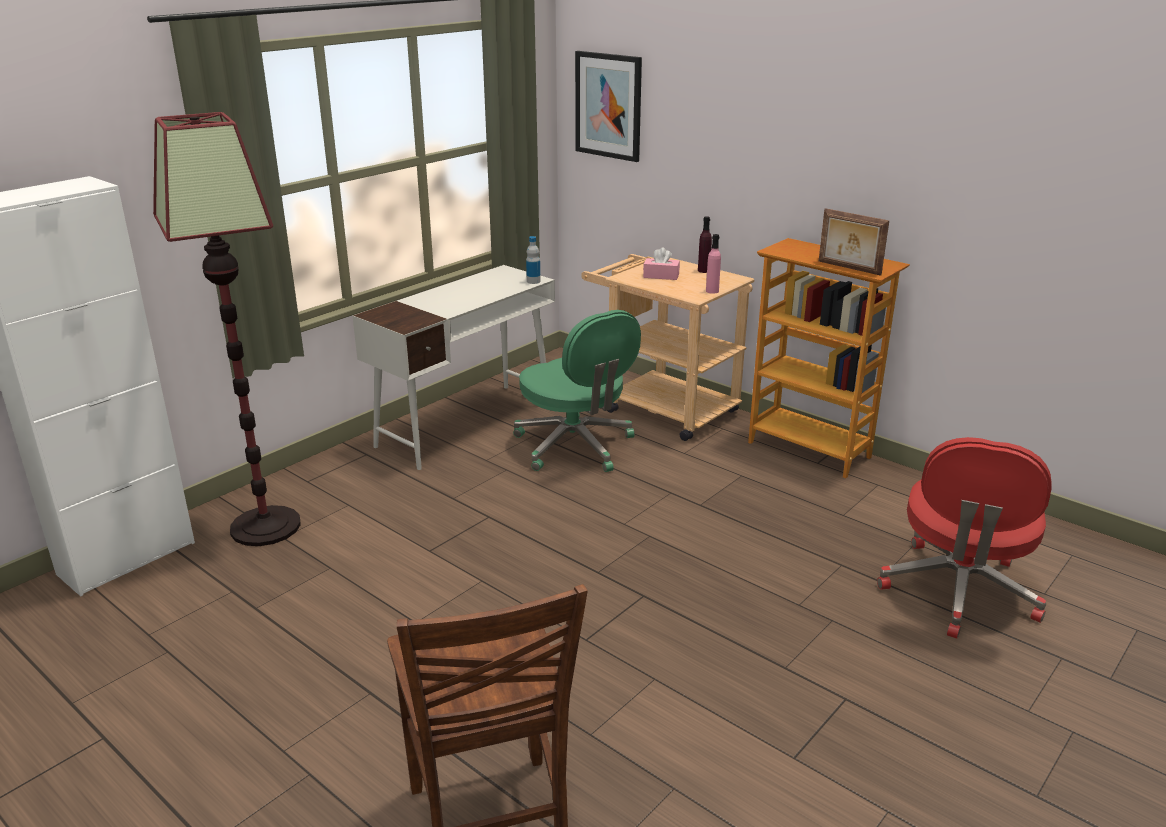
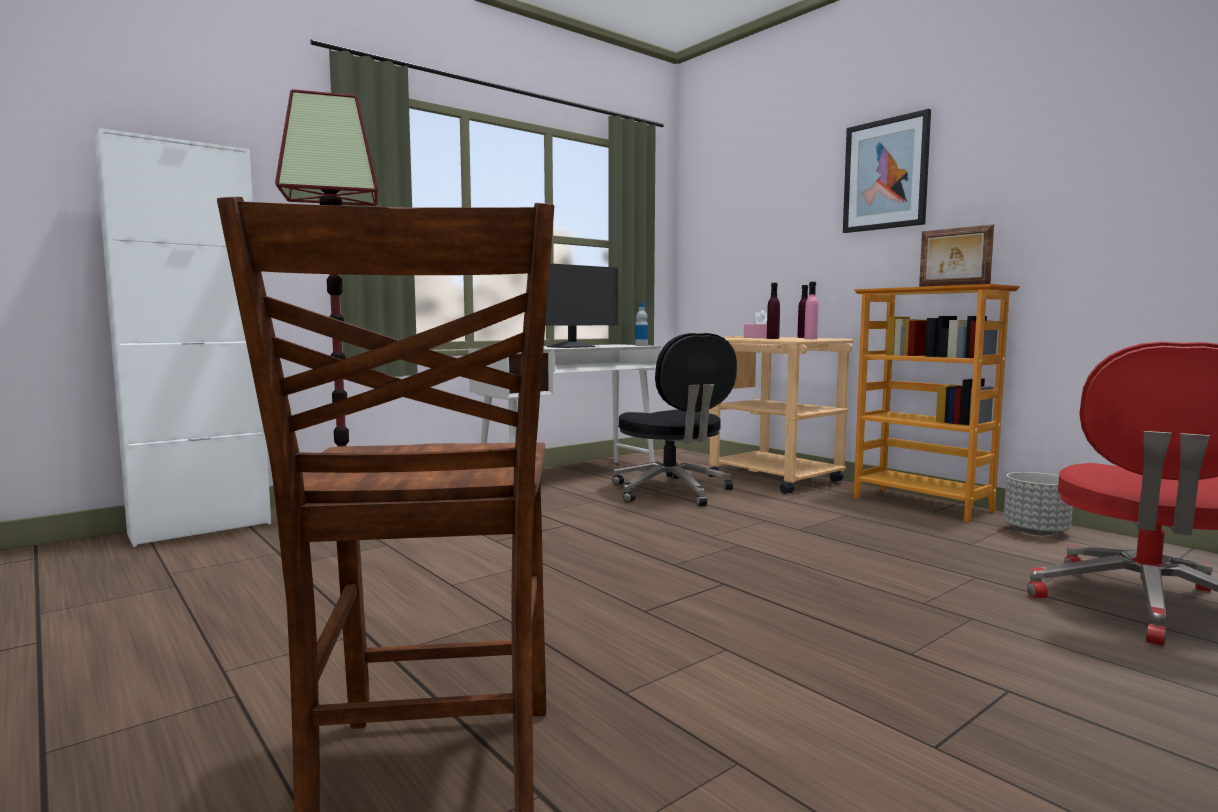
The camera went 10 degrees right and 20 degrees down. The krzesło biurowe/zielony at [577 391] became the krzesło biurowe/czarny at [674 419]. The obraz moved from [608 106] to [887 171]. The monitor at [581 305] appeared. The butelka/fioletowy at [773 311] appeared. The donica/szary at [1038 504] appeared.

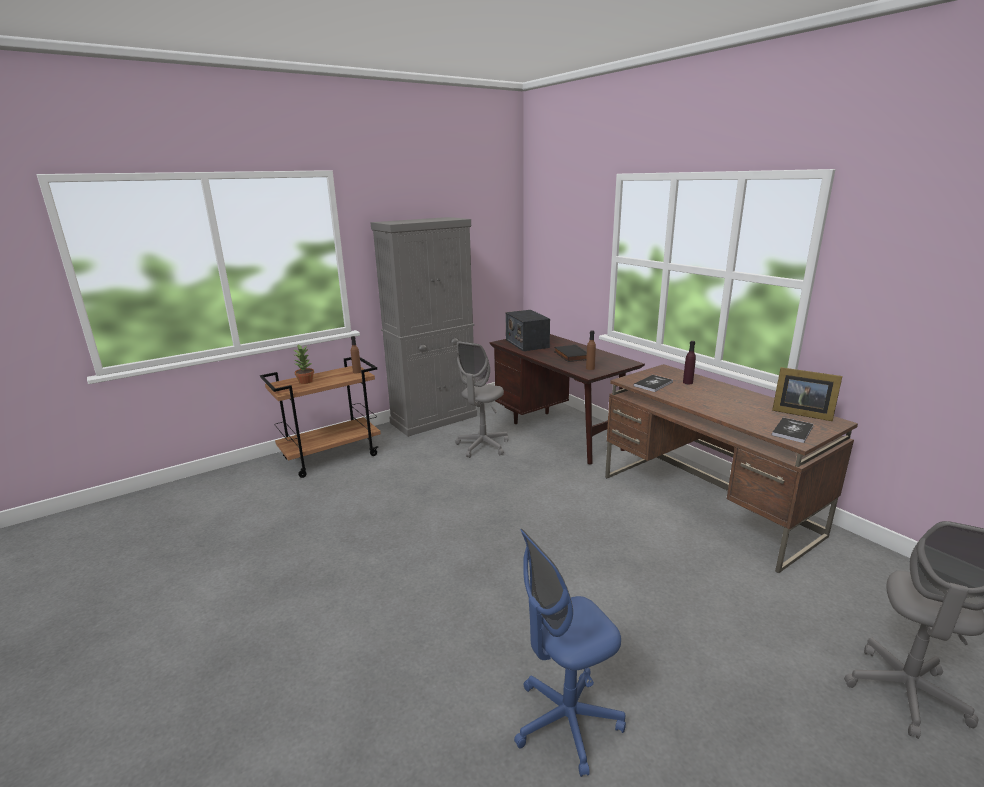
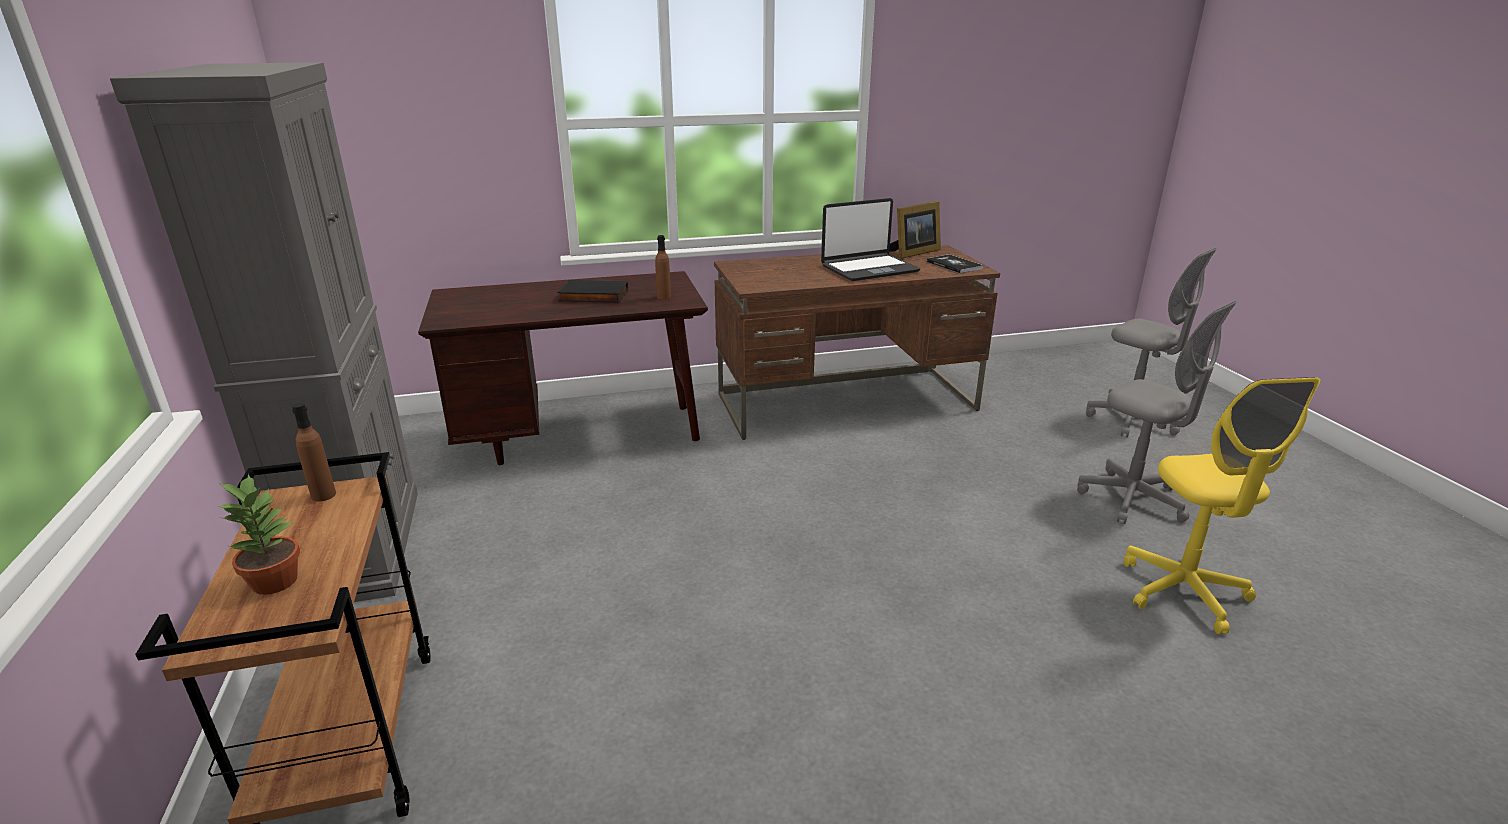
The camera went 70 degrees left and 5 degrees up. The krzesło biurowe/szary moved from [481 399] to [1157 412]. The radio at [528 330] disappeared. The krzesło biurowe/niebieski at [570 653] became the krzesło biurowe/żółty at [1222 505]. The książka at [653 383] disappeared. The butelka/fioletowy at [689 362] disappeared. The laptop at [870 239] appeared.

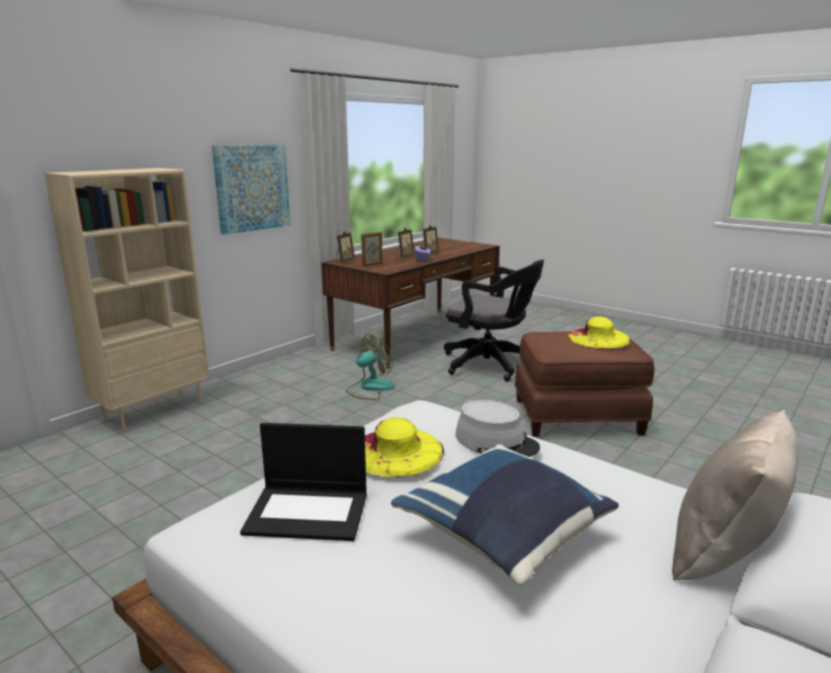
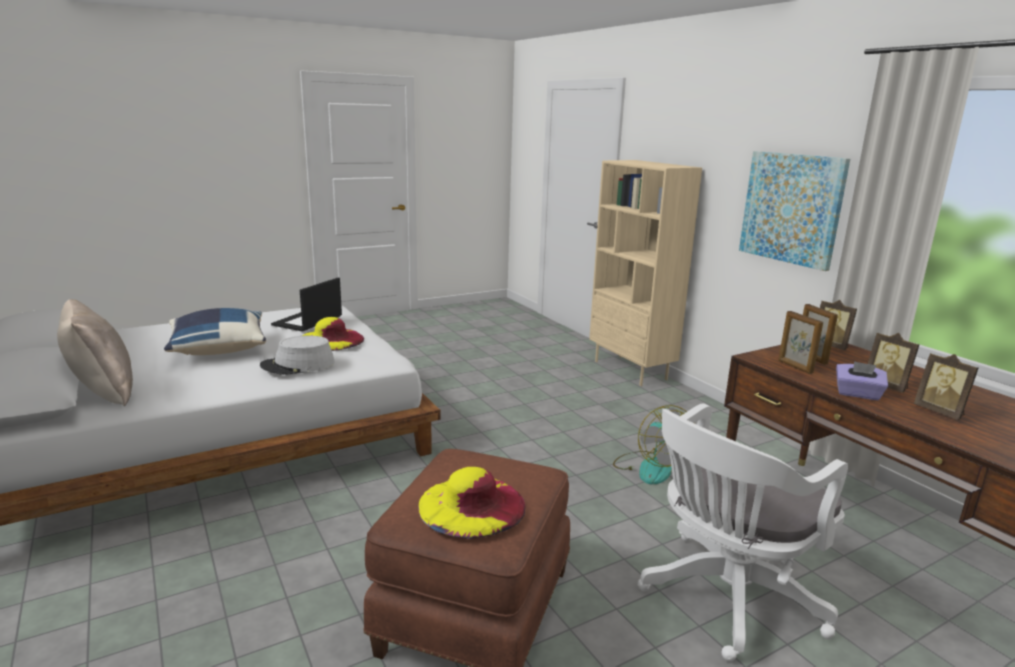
The camera went 110 degrees right and 0 degrees up. The krzesło biurowe/czarny at [494 321] became the krzesło biurowe/biały at [743 532]. The ramka na zdjęcie at [800 342] appeared.

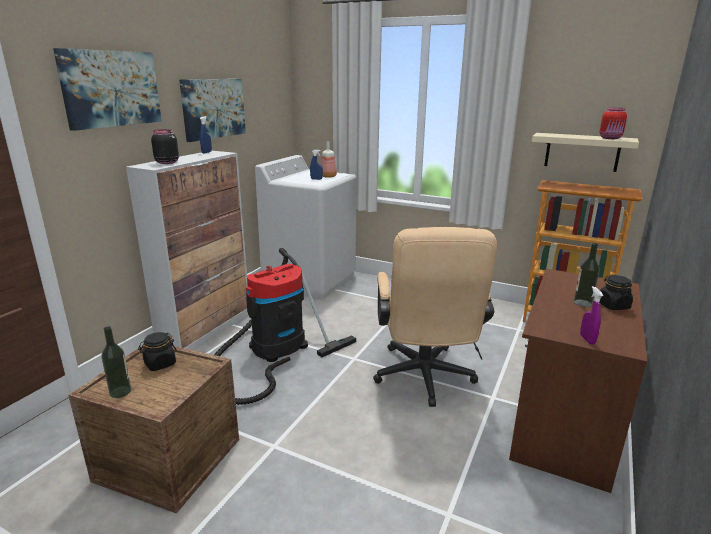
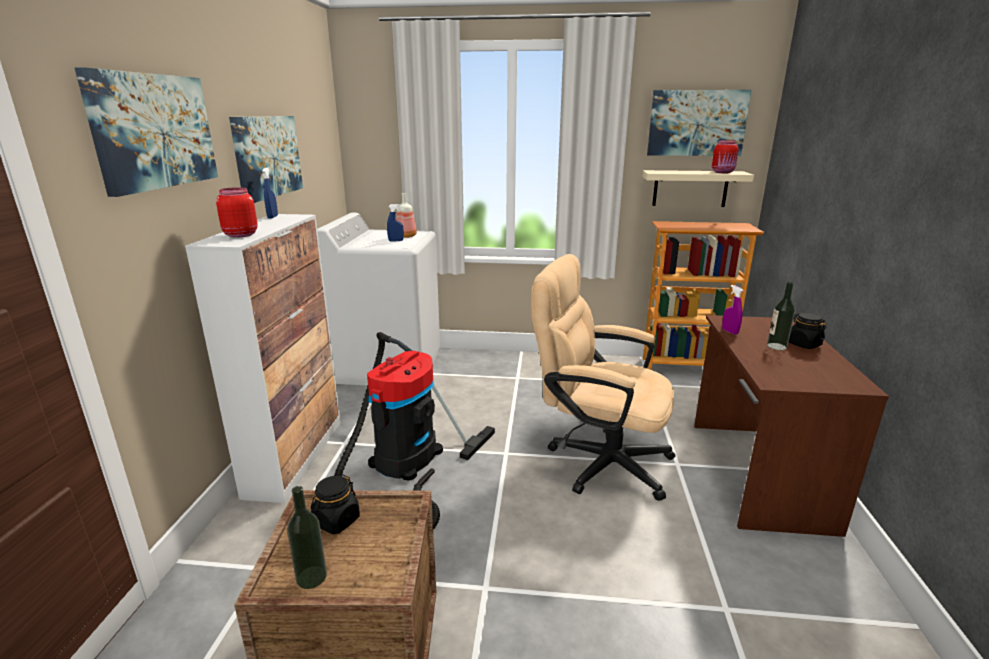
The camera went 20 degrees left and 0 degrees up. The słoik/czarny at [165 146] became the słoik/czerwony at [237 212]. The krzesło biurowe/beżowy at [435 317] turned 135 degrees clockwise. The spryskiwacz/fioletowy moved from [591 315] to [732 310]. The obraz at [699 123] appeared.

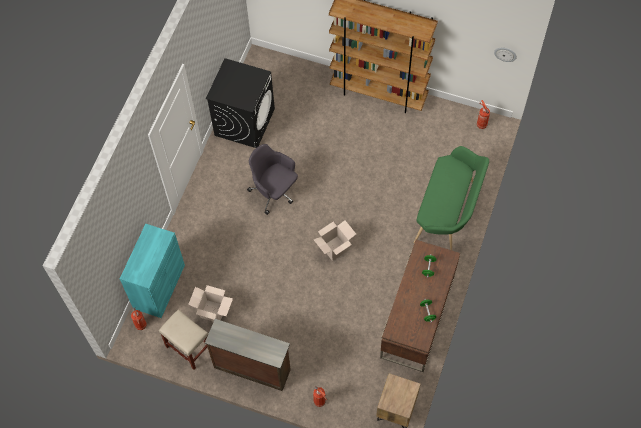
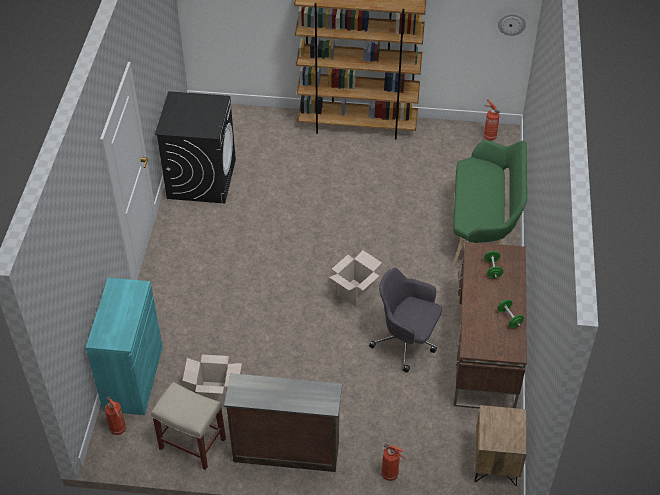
The camera went 15 degrees left and 15 degrees down. The krzesło biurowe/szary moved from [272 179] to [405 320].

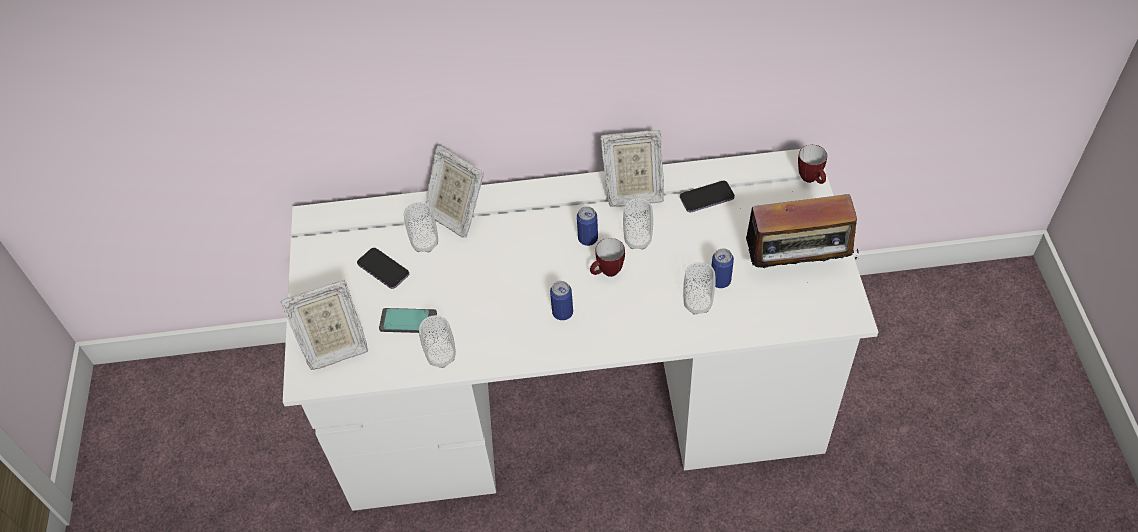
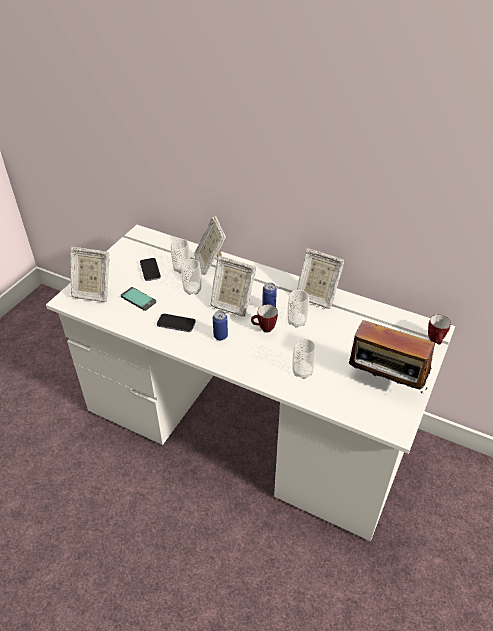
The camera went 30 degrees right and 10 degrees down. The filiżanka moved from [437 341] to [191 277]. The telefon moved from [707 196] to [176 323]. The puszka at [723 268] disappeared. The ramka na zdjęcie at [233 286] appeared.

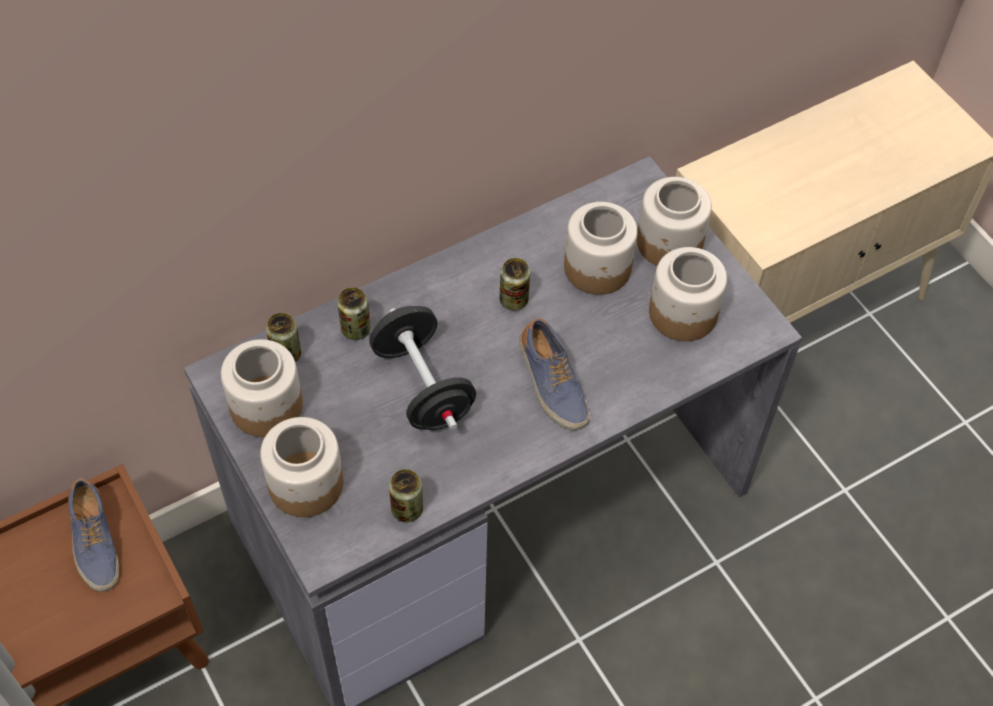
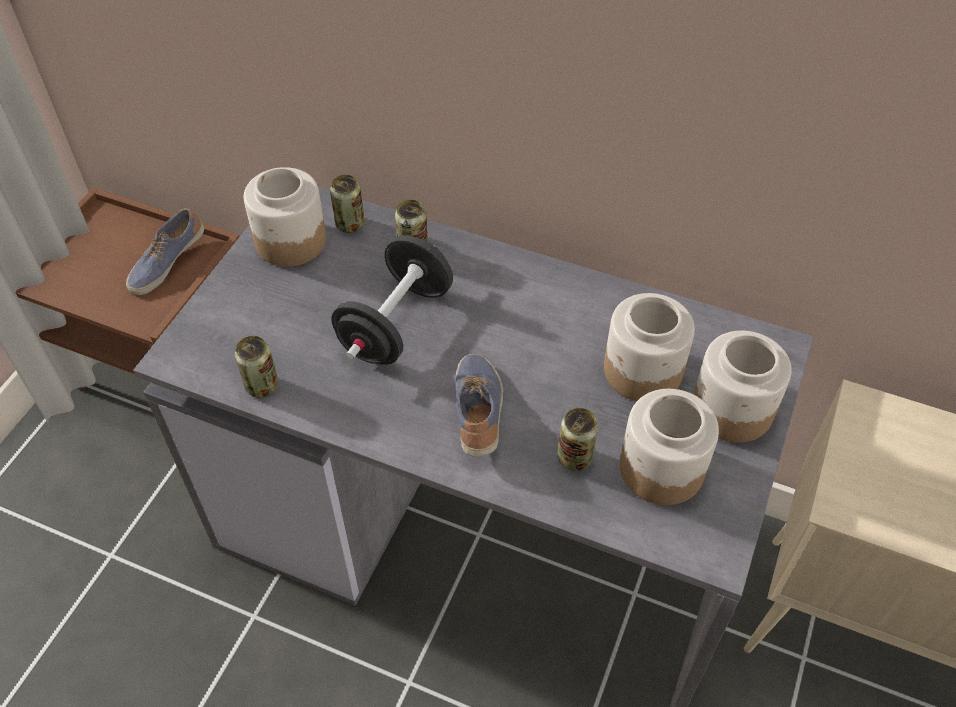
The camera went 55 degrees right and 5 degrees down. The słoik at [301 467] disappeared. The puszka moved from [514 284] to [577 439]. The but at [554 374] turned 150 degrees clockwise.

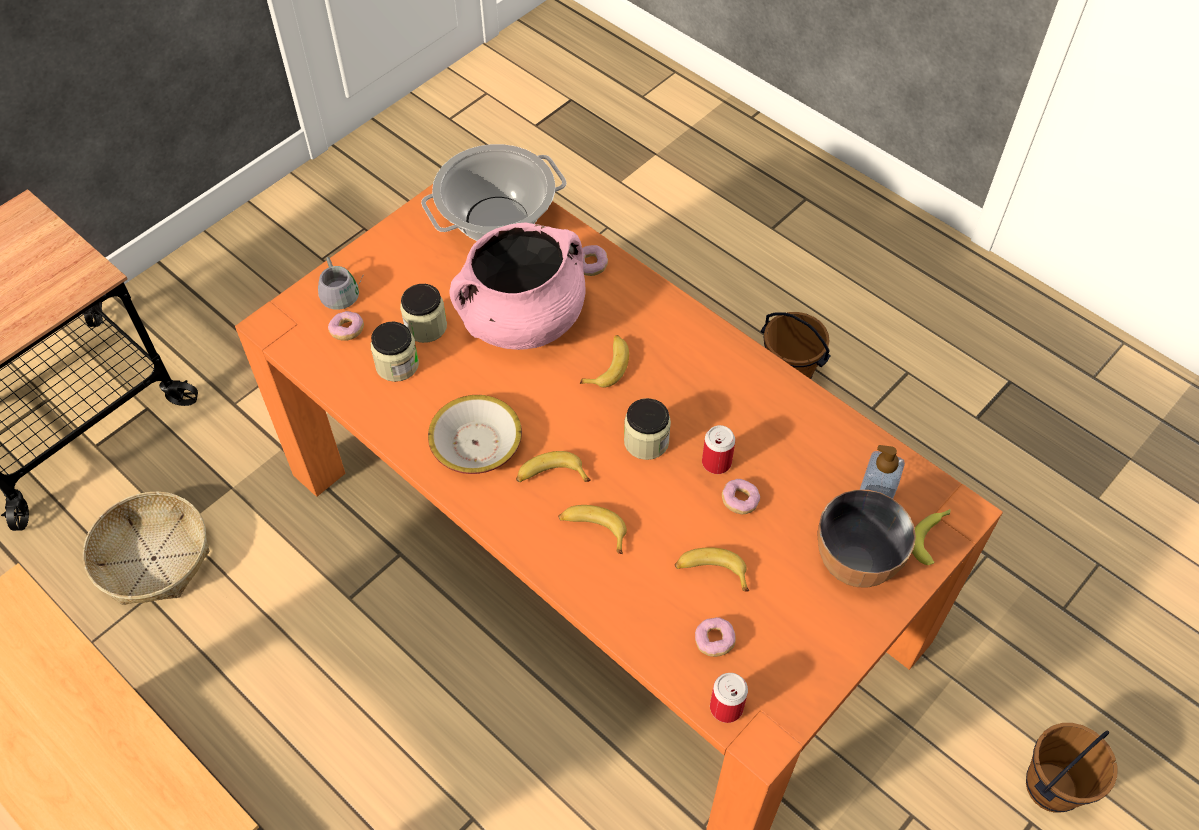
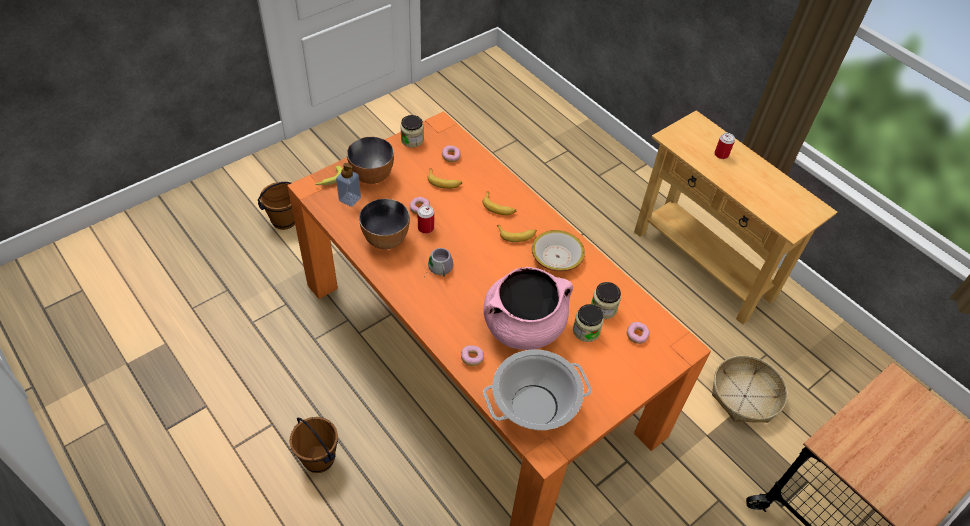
The camera went 175 degrees left and 5 degrees down. The kubek/szary moved from [340 283] to [439 262]. The banan at [604 361] disappeared. The słoik moved from [647 429] to [412 131]. The puszka moved from [729 698] to [724 146]. The miska at [384 223] appeared.

